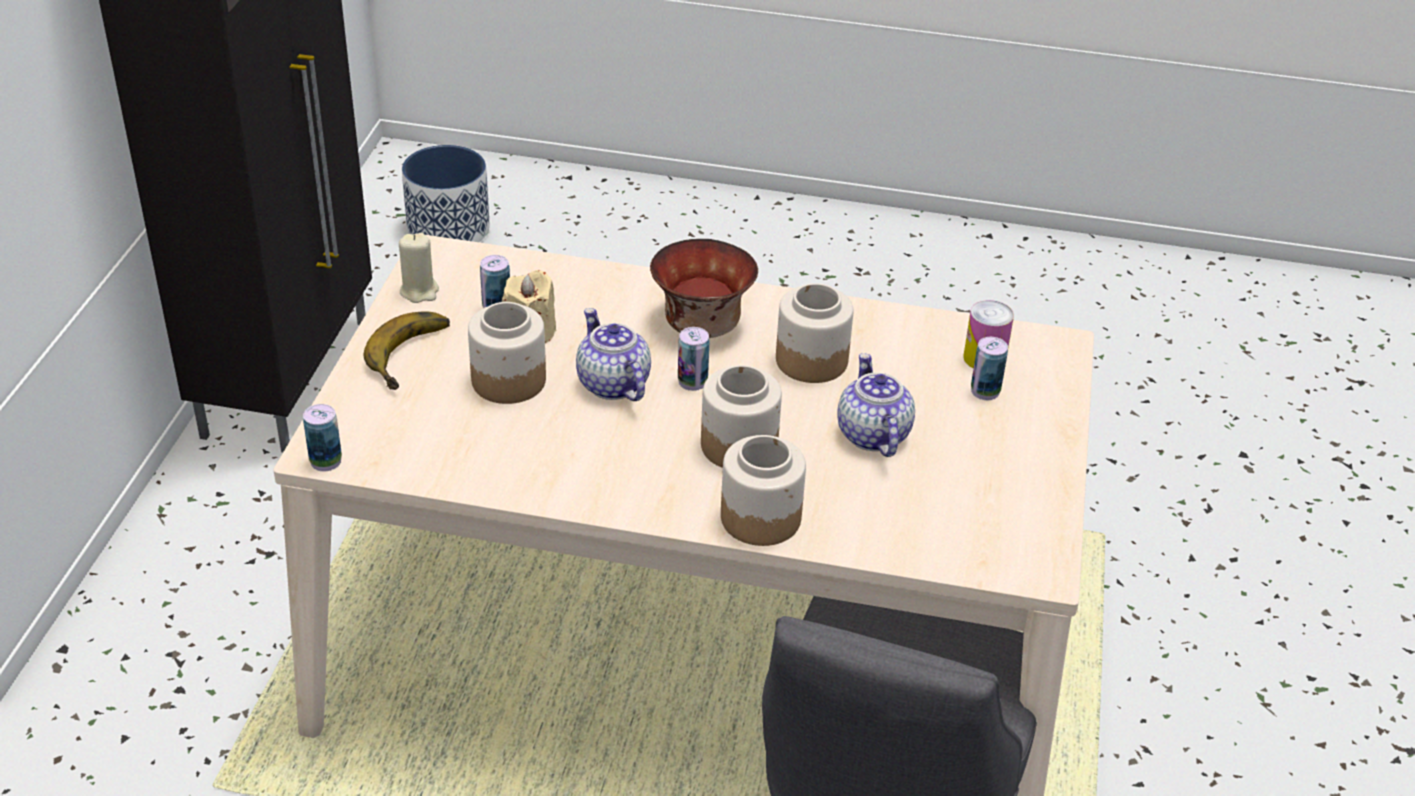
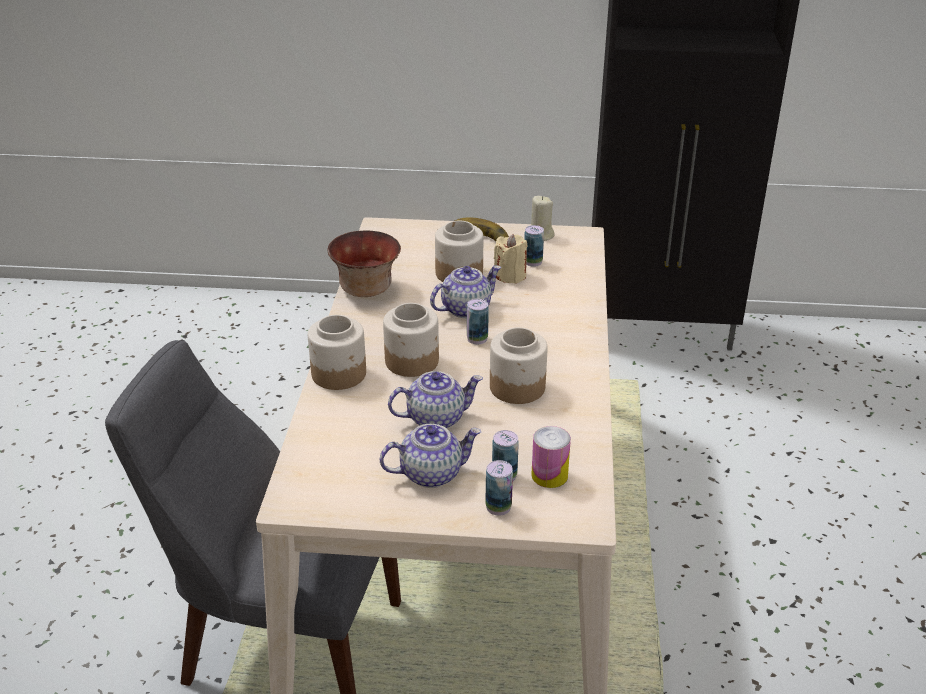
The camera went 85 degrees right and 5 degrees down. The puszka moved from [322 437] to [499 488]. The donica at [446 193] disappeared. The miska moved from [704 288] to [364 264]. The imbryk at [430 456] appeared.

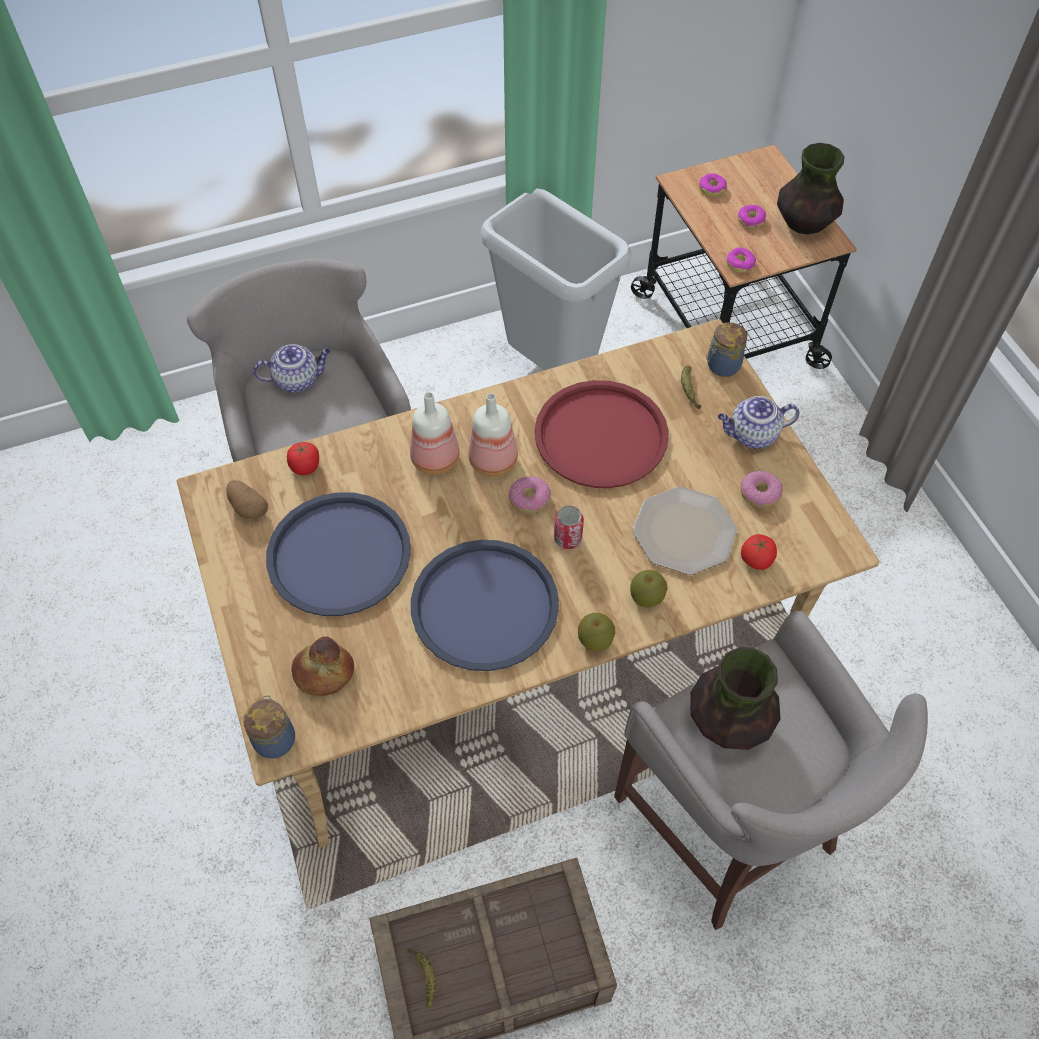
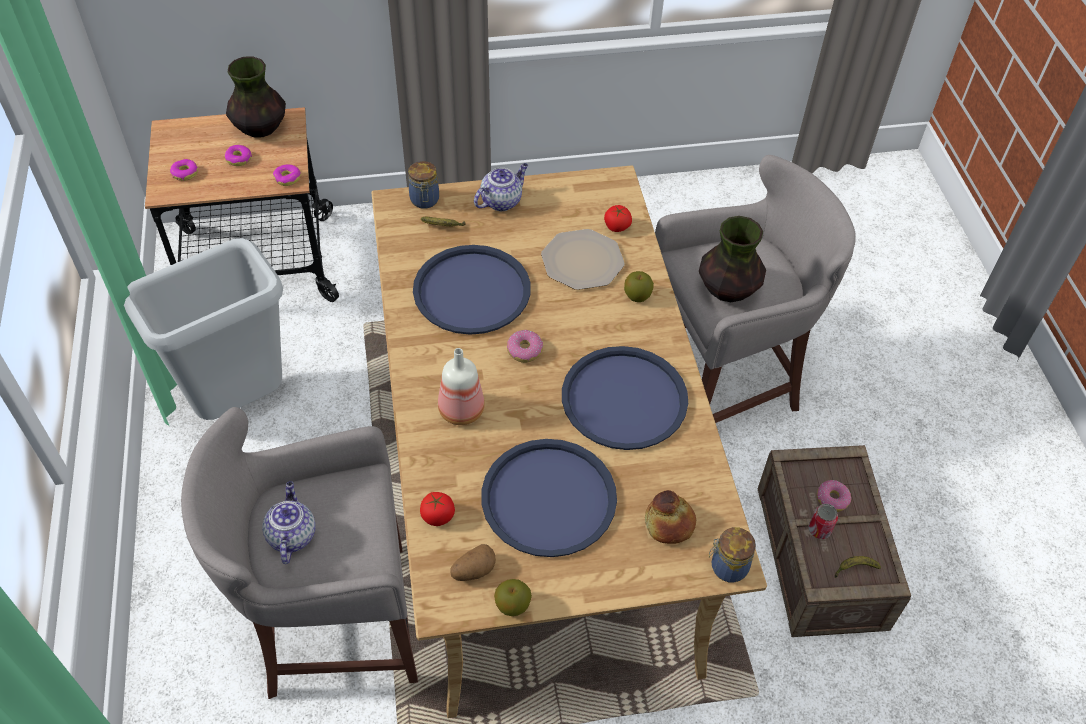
The camera went 80 degrees left and 5 degrees down. The butelka at [493 435] disappeared. The taca/czerwony at [601 434] became the taca/niebieski at [472 290]. The puszka moved from [569 527] to [823 521]. The jabłko moved from [596 632] to [513 597]. The imbryk at [758 422] turned 135 degrees counterclockwise. The donut moved from [761 489] to [833 496].

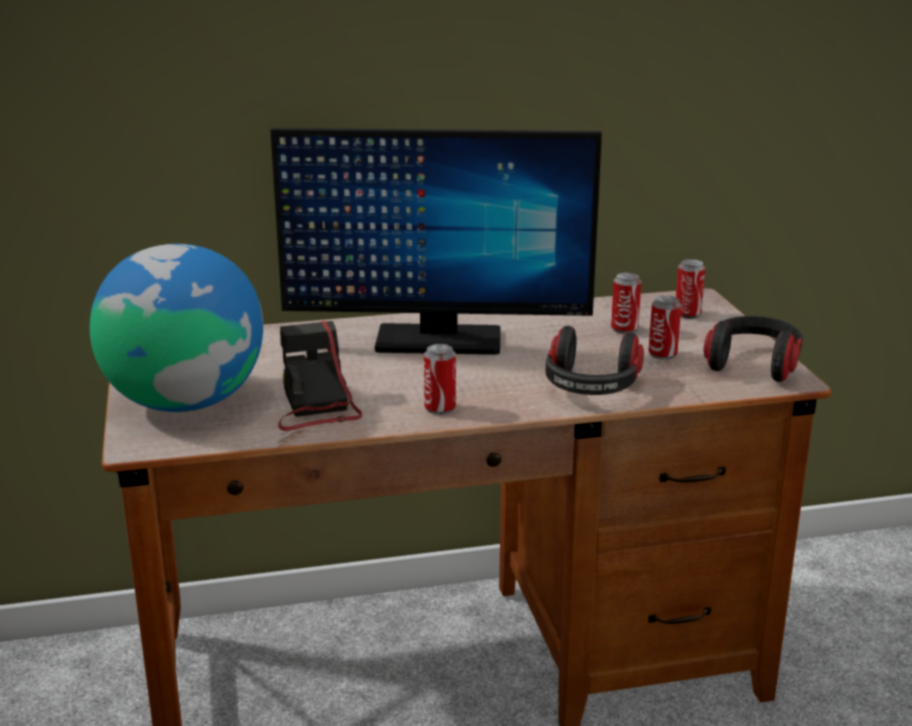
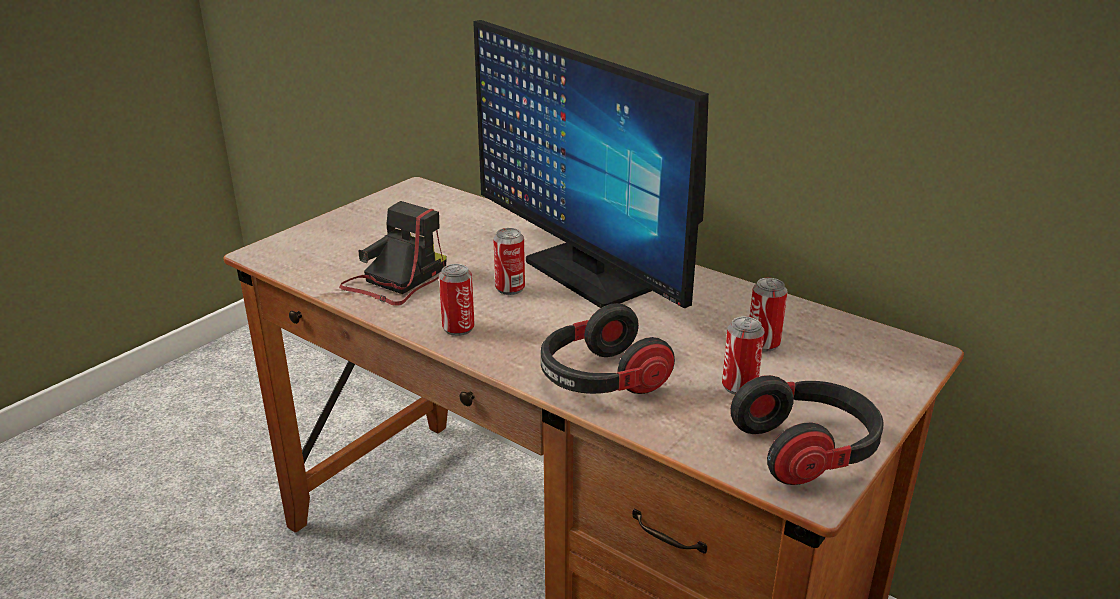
The camera went 50 degrees right and 5 degrees up. The globus at [176 328] disappeared. The puszka moved from [690 289] to [509 261].

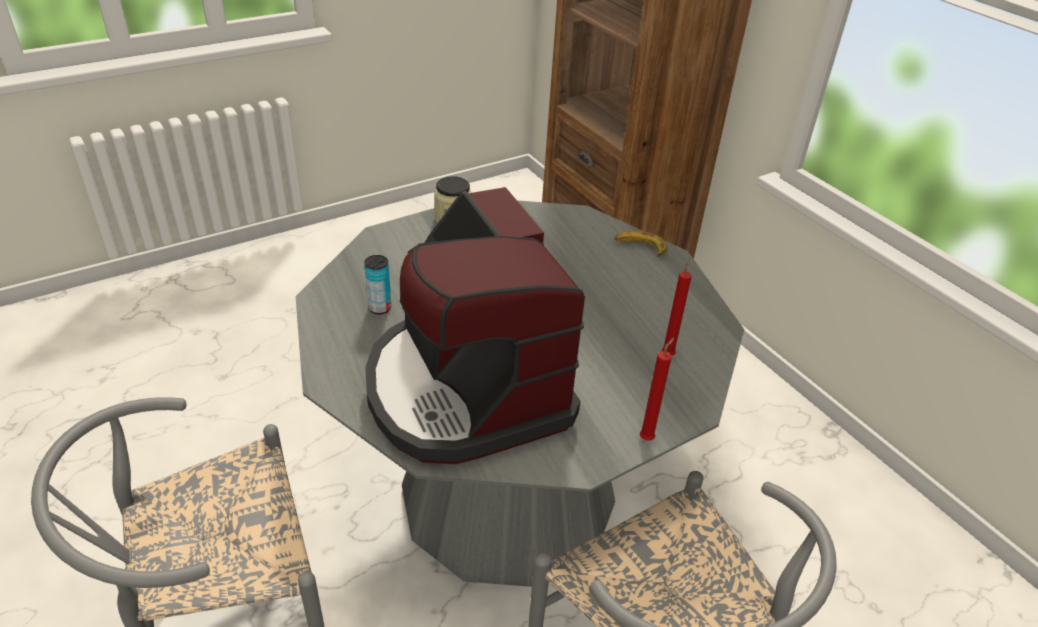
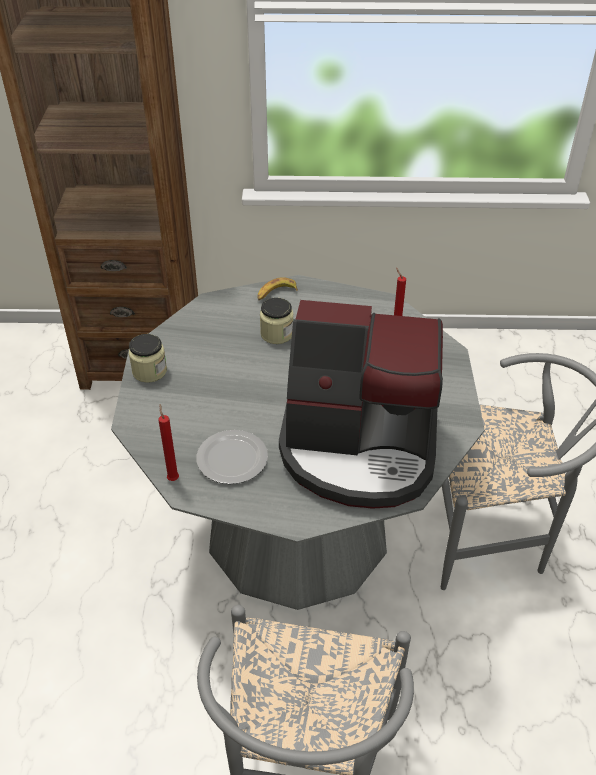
The camera went 55 degrees left and 5 degrees up. The puszka at [377 284] was replaced by the talerz at [232 457]. The świeca/czerwony moved from [657 389] to [169 442]. The słoik at [277 321] appeared.

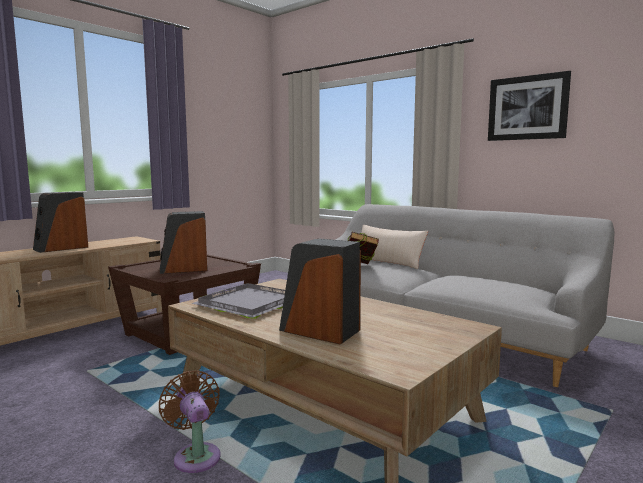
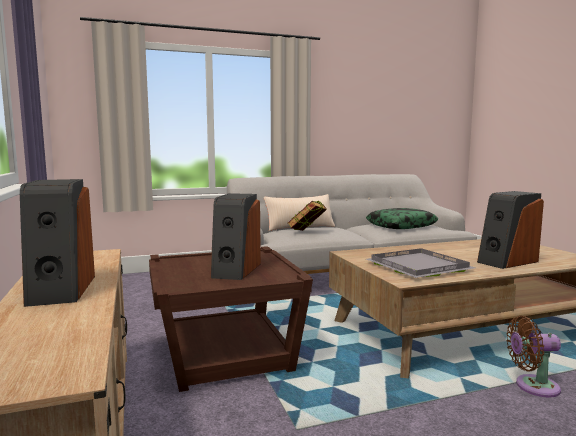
The camera went 60 degrees left and 0 degrees up. The obraz at [529 106] disappeared. The poduszka at [402 218] appeared.

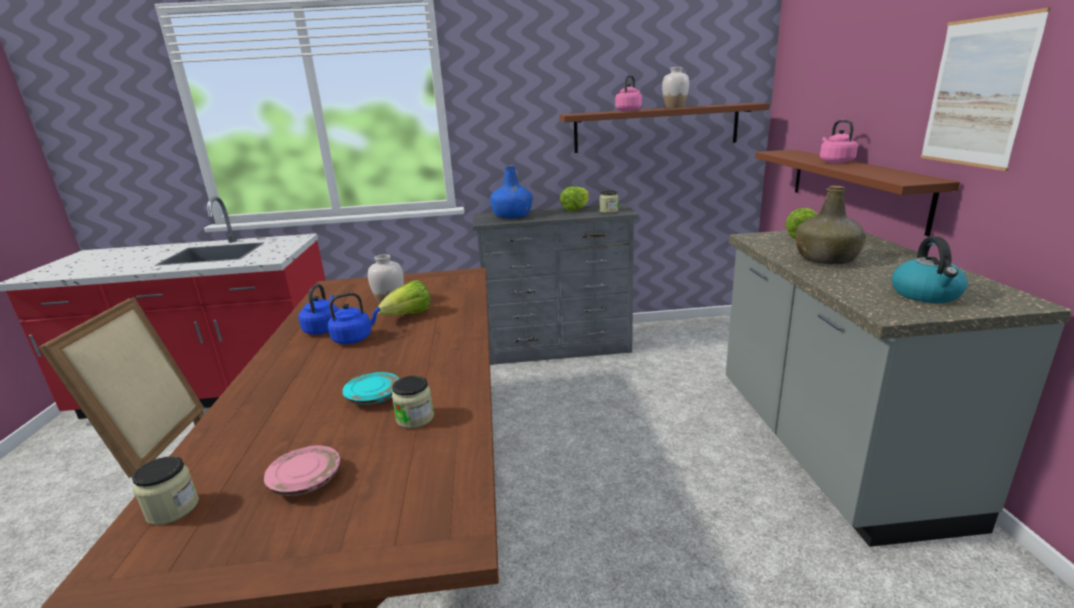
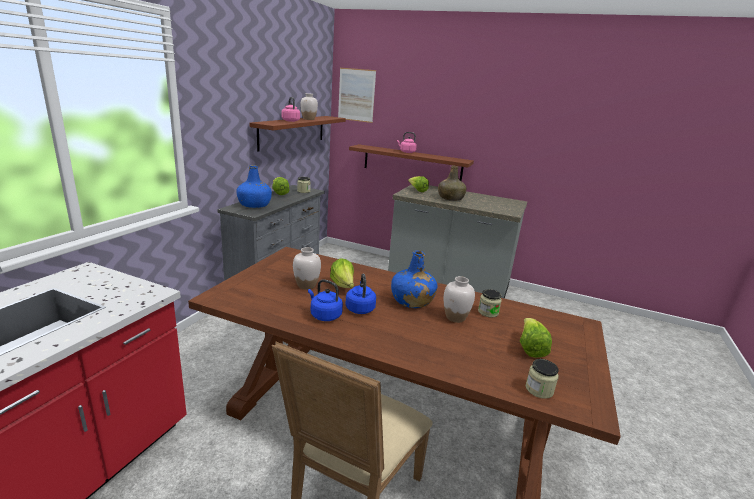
The camera went 65 degrees left and 0 degrees up. The talerz/różowy at [302 470] was replaced by the sałata at [536 338]. The talerz/turkusowy at [370 388] was replaced by the wazon/biały at [459 299]. The czajnik at [930 270] disappeared. The obraz moved from [985 89] to [357 95]. The butelka/niebieski at [414 279] appeared.

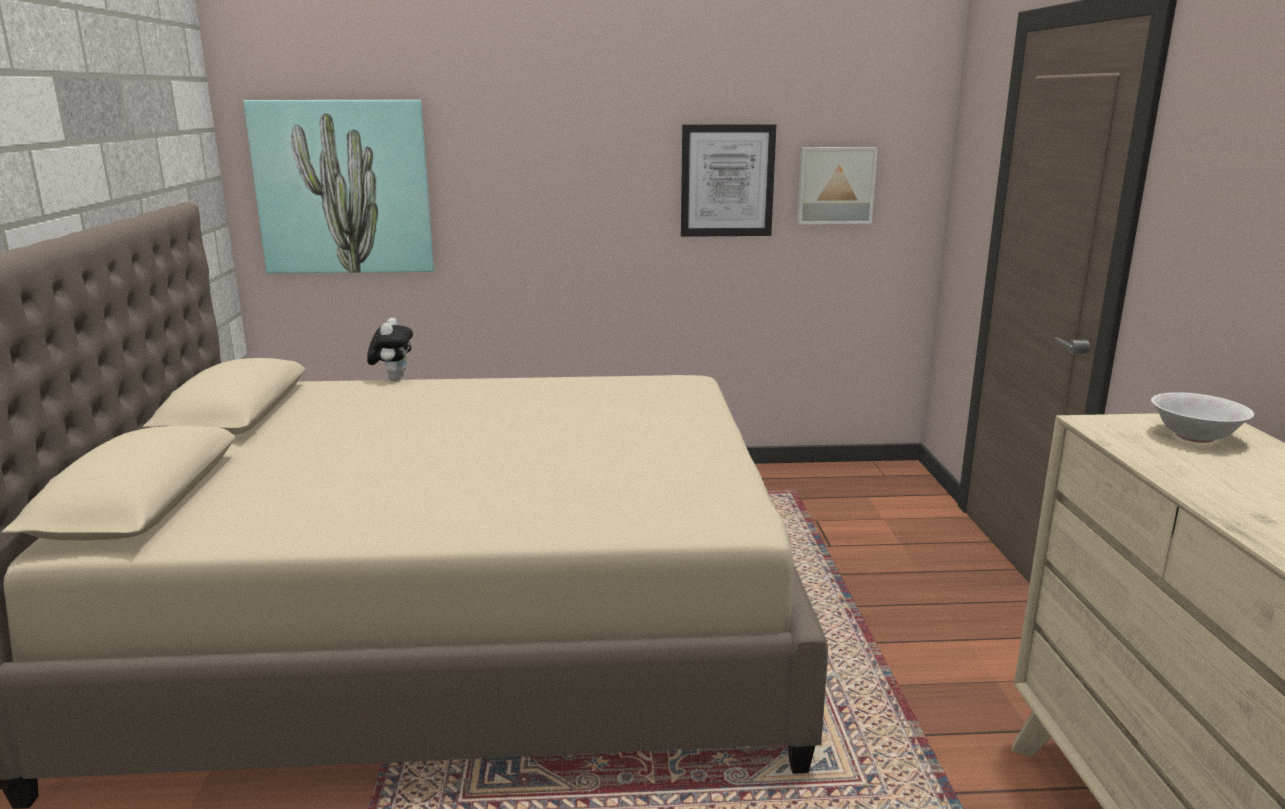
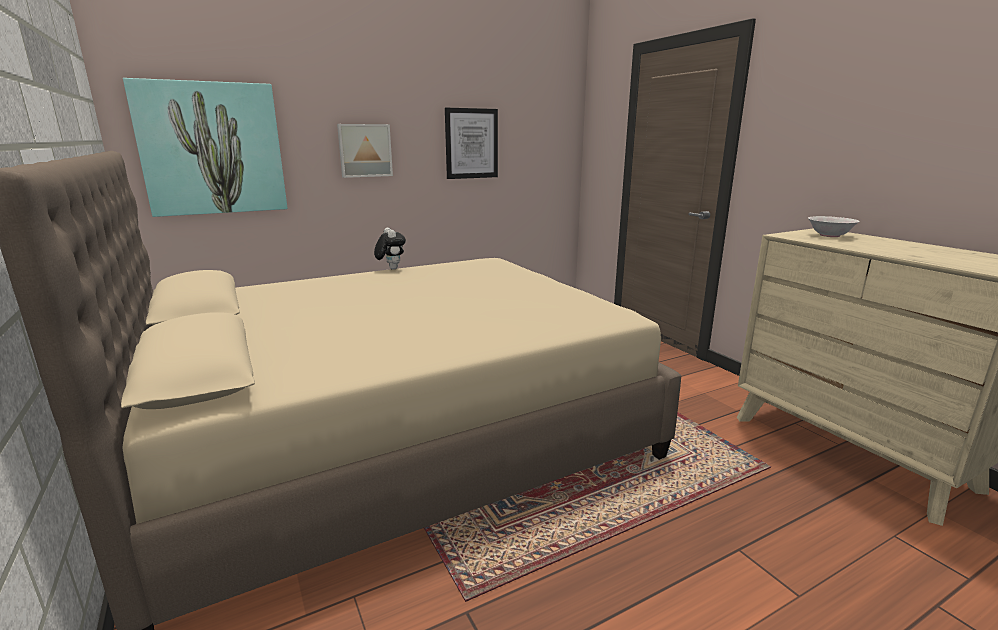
The camera went 25 degrees left and 0 degrees up. The pluszak moved from [390 349] to [390 249]. The obraz moved from [837 185] to [365 151].

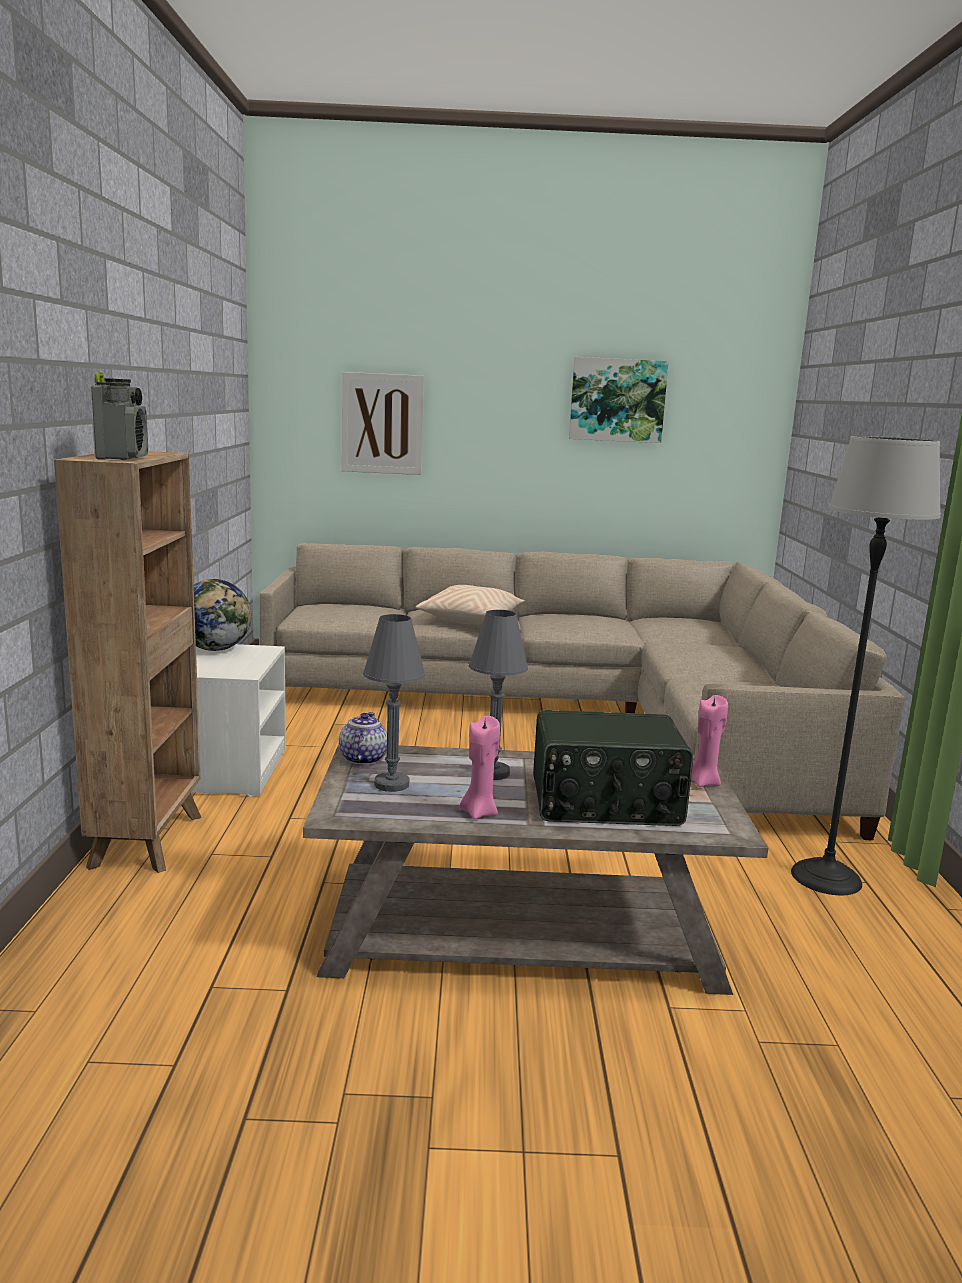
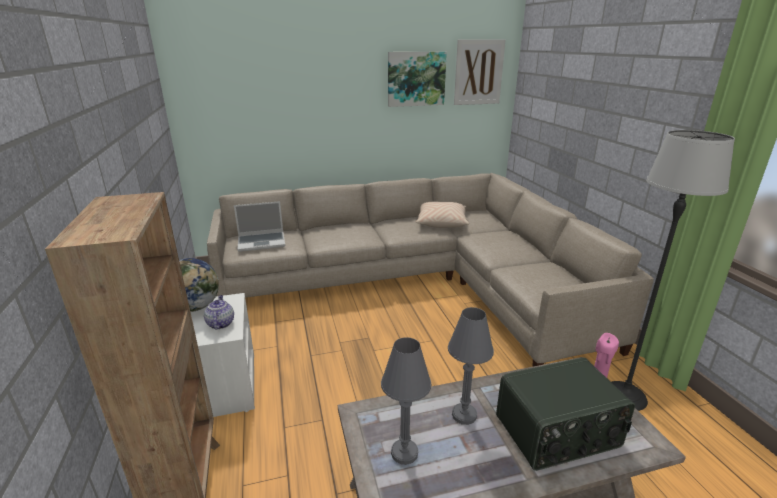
The camera went 15 degrees left and 10 degrees up. The radio at [119 416] disappeared. The imbryk moved from [363 738] to [219 312]. The obraz moved from [383 423] to [480 72]. The poduszka/beżowy moved from [470 605] to [442 214]. The świeca/różowy at [480 767] disappeared. The laptop at [259 226] appeared.

